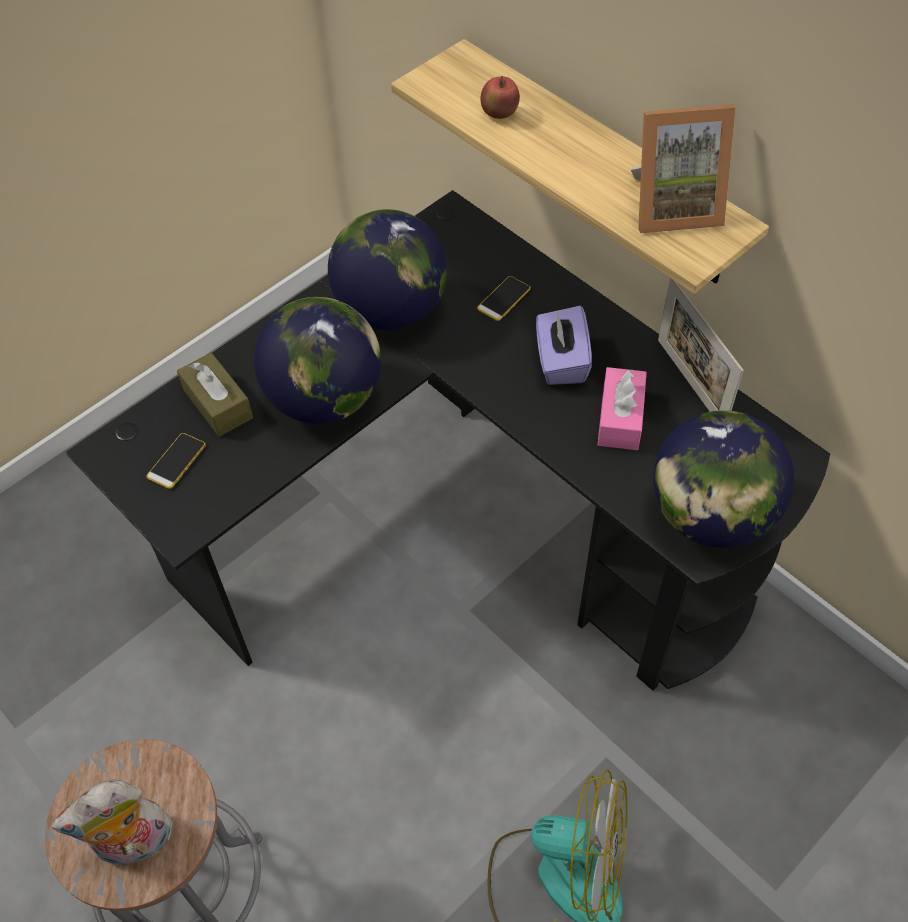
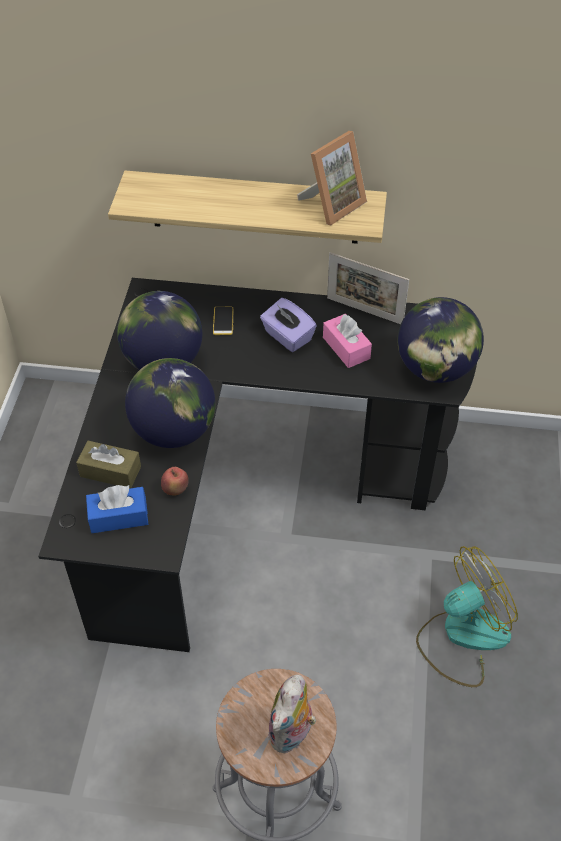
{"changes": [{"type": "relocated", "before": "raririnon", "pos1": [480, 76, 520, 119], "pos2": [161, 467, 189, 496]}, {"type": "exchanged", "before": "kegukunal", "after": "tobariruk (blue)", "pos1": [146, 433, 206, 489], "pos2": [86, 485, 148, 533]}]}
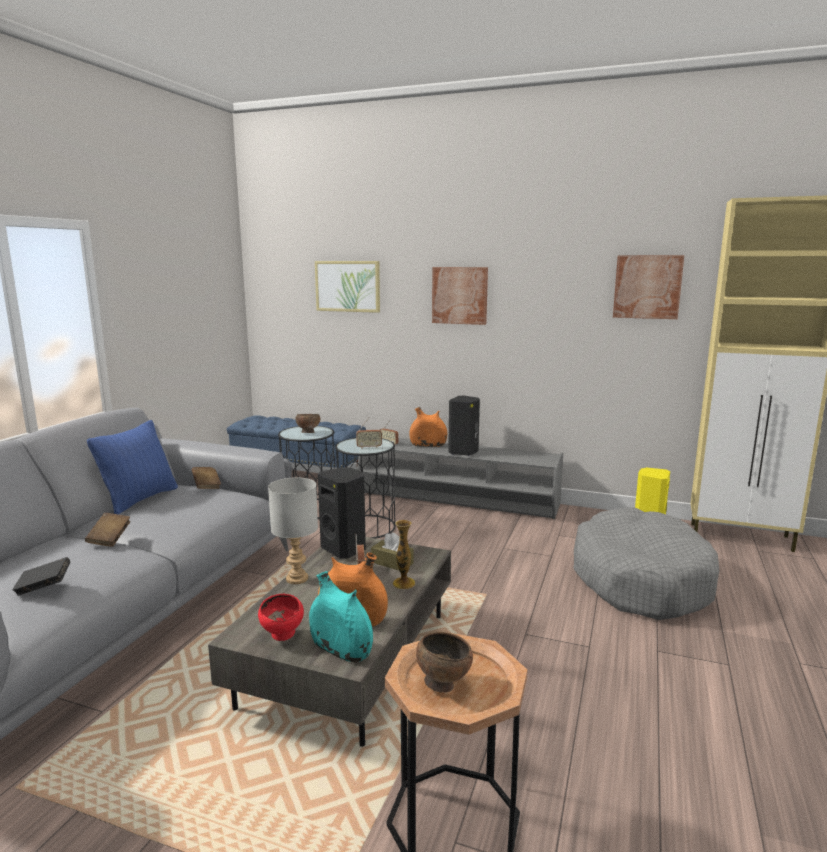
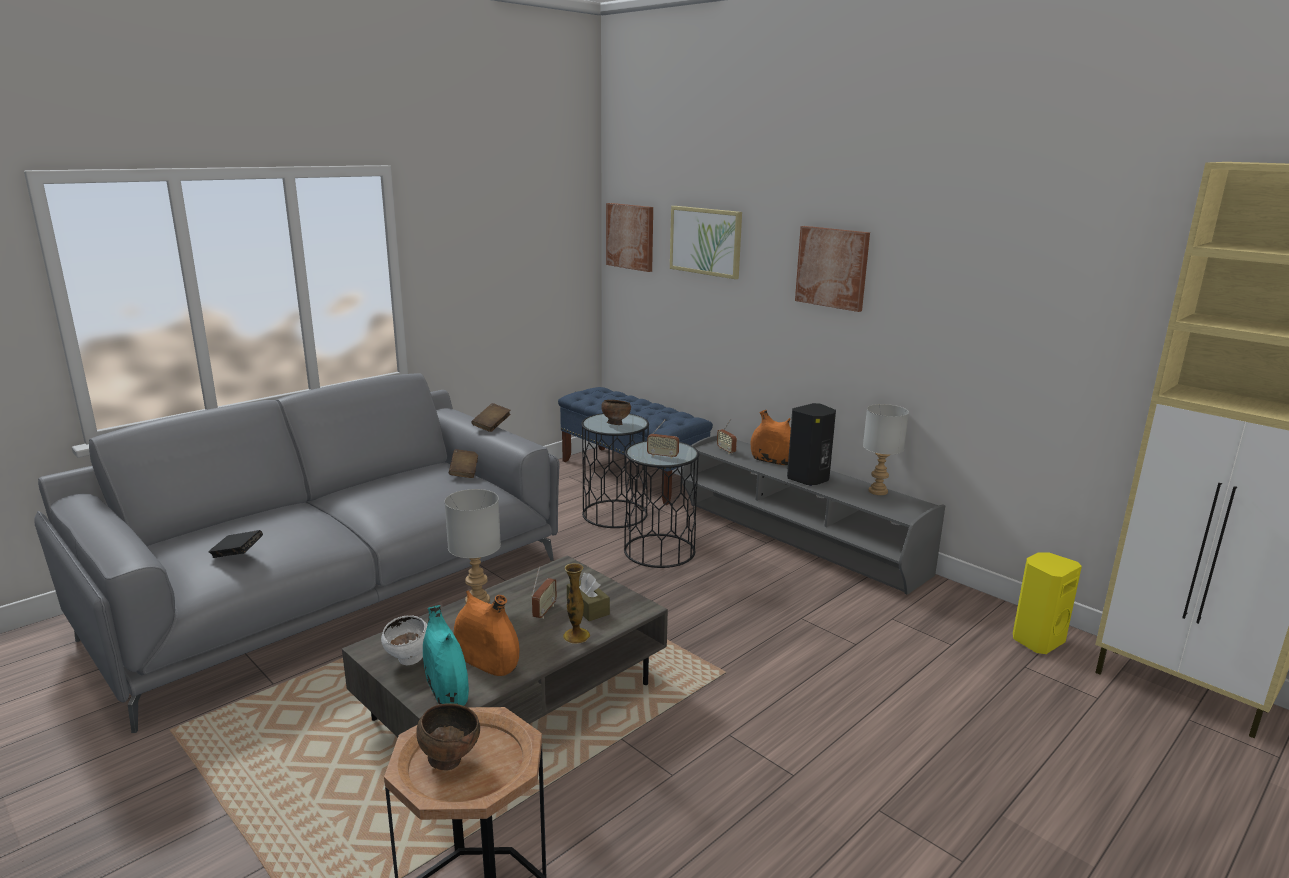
{"changes": [{"type": "relocated", "before": "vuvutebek", "pos1": [613, 255, 684, 319], "pos2": [606, 203, 653, 272]}, {"type": "missing", "before": "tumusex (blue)", "pos1": [87, 420, 178, 514]}, {"type": "missing", "before": "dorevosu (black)", "pos1": [318, 467, 366, 558]}, {"type": "missing", "before": "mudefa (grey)", "pos1": [573, 507, 719, 620]}, {"type": "relocated", "before": "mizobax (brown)", "pos1": [85, 513, 130, 547], "pos2": [471, 403, 511, 432]}, {"type": "colour", "before": "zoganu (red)", "after": "zoganu (white)", "pos1": [258, 594, 304, 641], "pos2": [381, 615, 427, 666]}, {"type": "appeared", "after": "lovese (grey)", "pos2": [863, 404, 909, 495]}]}
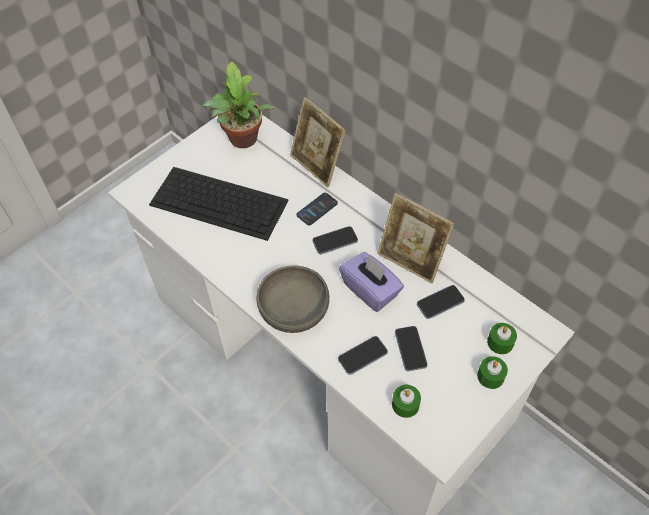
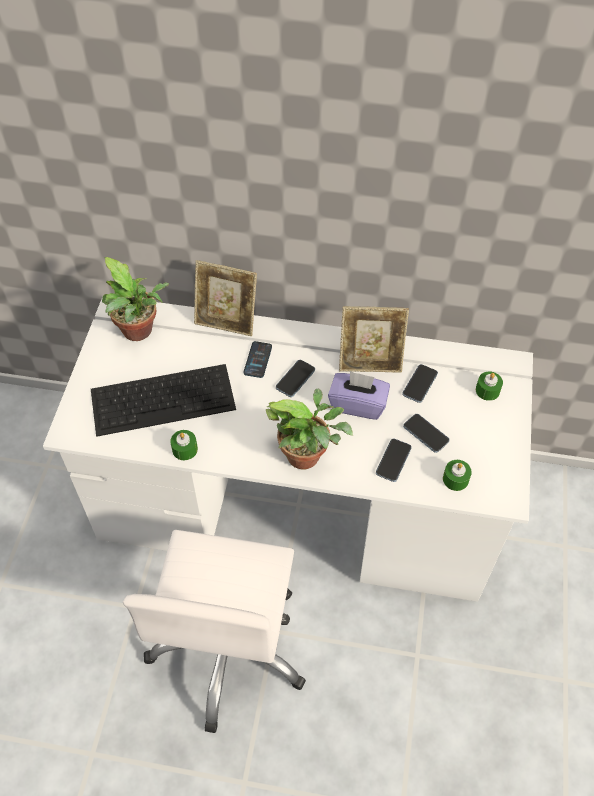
{"changes": [{"type": "exchanged", "before": "zoganu (grey)", "after": "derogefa", "pos1": [256, 266, 329, 333], "pos2": [266, 389, 353, 470]}, {"type": "relocated", "before": "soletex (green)", "pos1": [477, 356, 508, 389], "pos2": [170, 430, 198, 460]}, {"type": "appeared", "after": "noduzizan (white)", "pos2": [123, 530, 306, 733]}]}
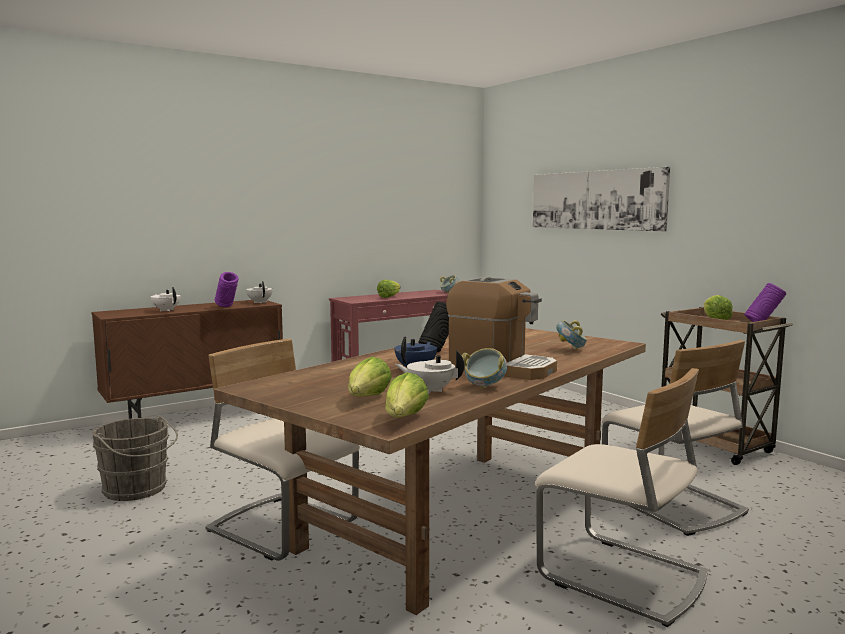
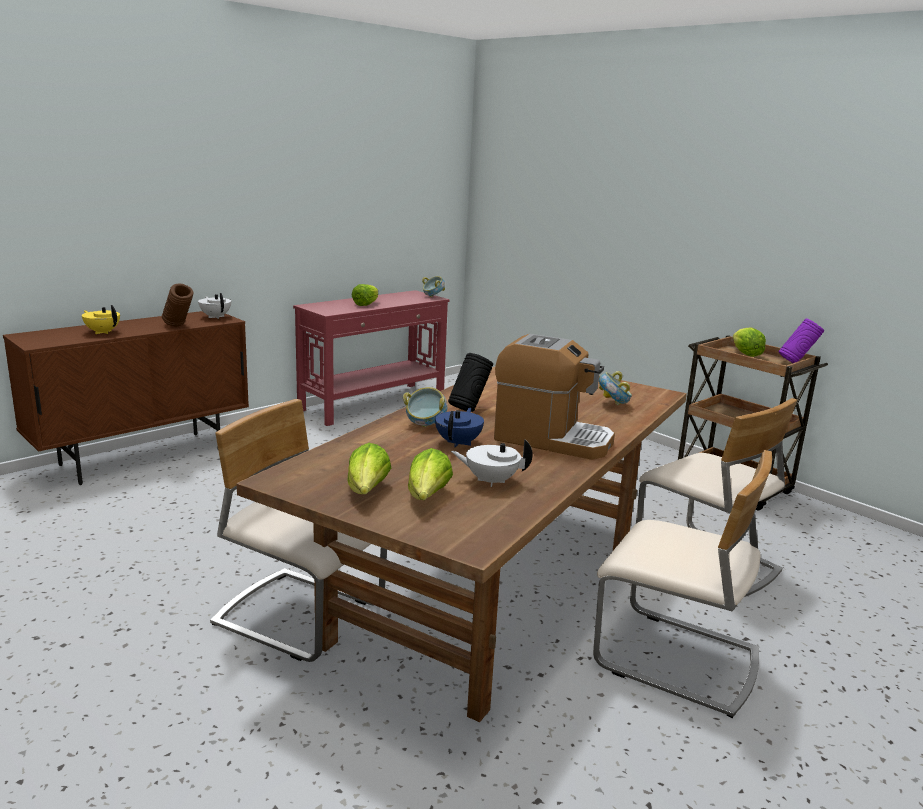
{"changes": [{"type": "missing", "before": "vuvutebek", "pos1": [533, 167, 670, 231]}, {"type": "colour", "before": "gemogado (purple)", "after": "gemogado (brown)", "pos1": [215, 272, 239, 307], "pos2": [162, 284, 193, 326]}, {"type": "colour", "before": "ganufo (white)", "after": "ganufo (yellow)", "pos1": [151, 287, 181, 311], "pos2": [82, 305, 120, 334]}, {"type": "relocated", "before": "zoganu", "pos1": [462, 348, 507, 388], "pos2": [403, 387, 448, 427]}, {"type": "relocated", "before": "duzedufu", "pos1": [385, 372, 429, 417], "pos2": [347, 443, 391, 494]}, {"type": "missing", "before": "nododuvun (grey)", "pos1": [93, 416, 178, 501]}]}
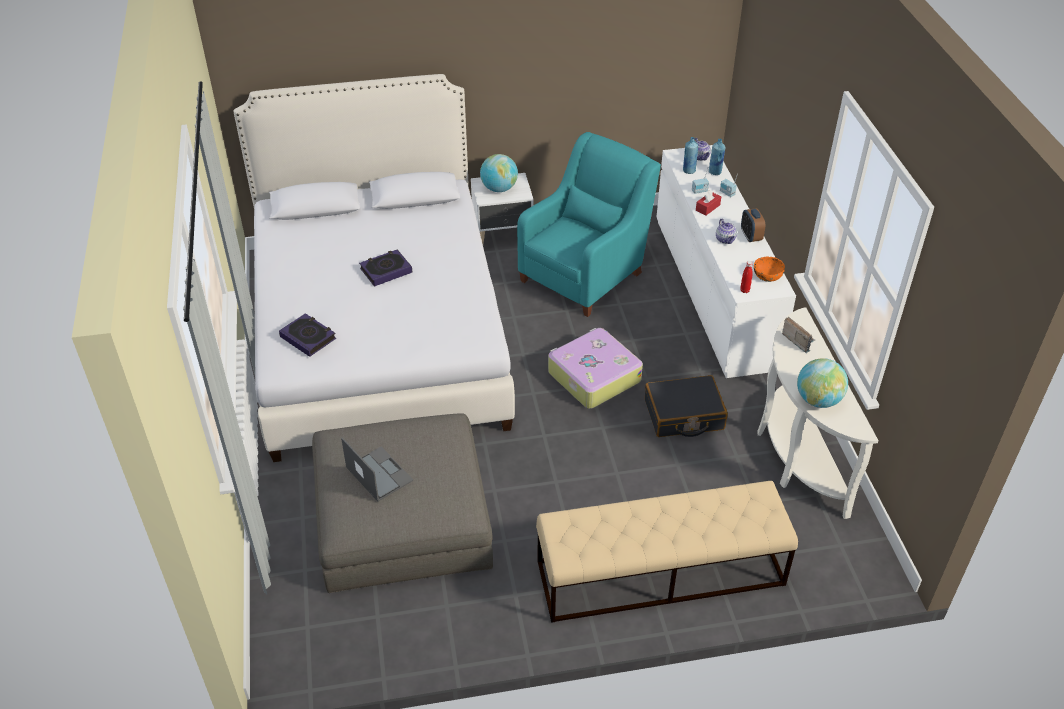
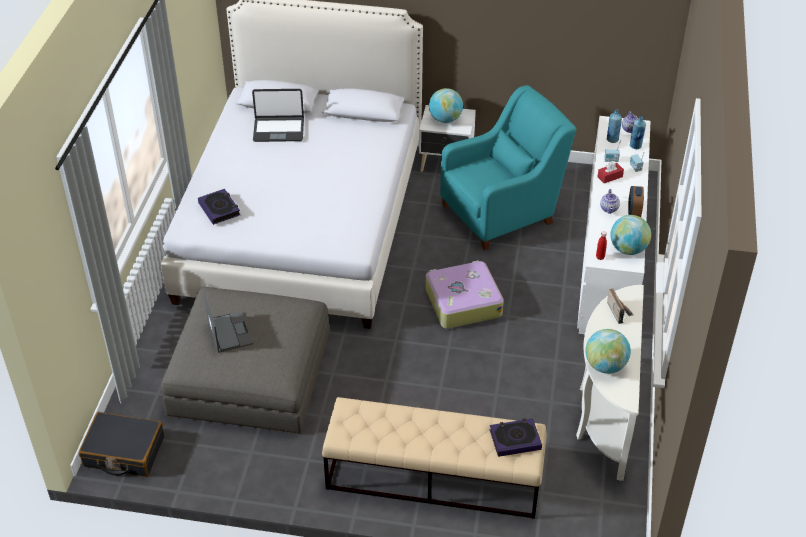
{"changes": [{"type": "relocated", "before": "mizobax", "pos1": [359, 249, 412, 287], "pos2": [489, 418, 542, 457]}, {"type": "exchanged", "before": "zoganu (orange)", "after": "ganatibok", "pos1": [754, 257, 785, 282], "pos2": [610, 215, 651, 255]}, {"type": "relocated", "before": "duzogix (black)", "pos1": [645, 375, 728, 437], "pos2": [79, 412, 165, 477]}, {"type": "appeared", "after": "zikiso", "pos2": [252, 89, 304, 142]}]}
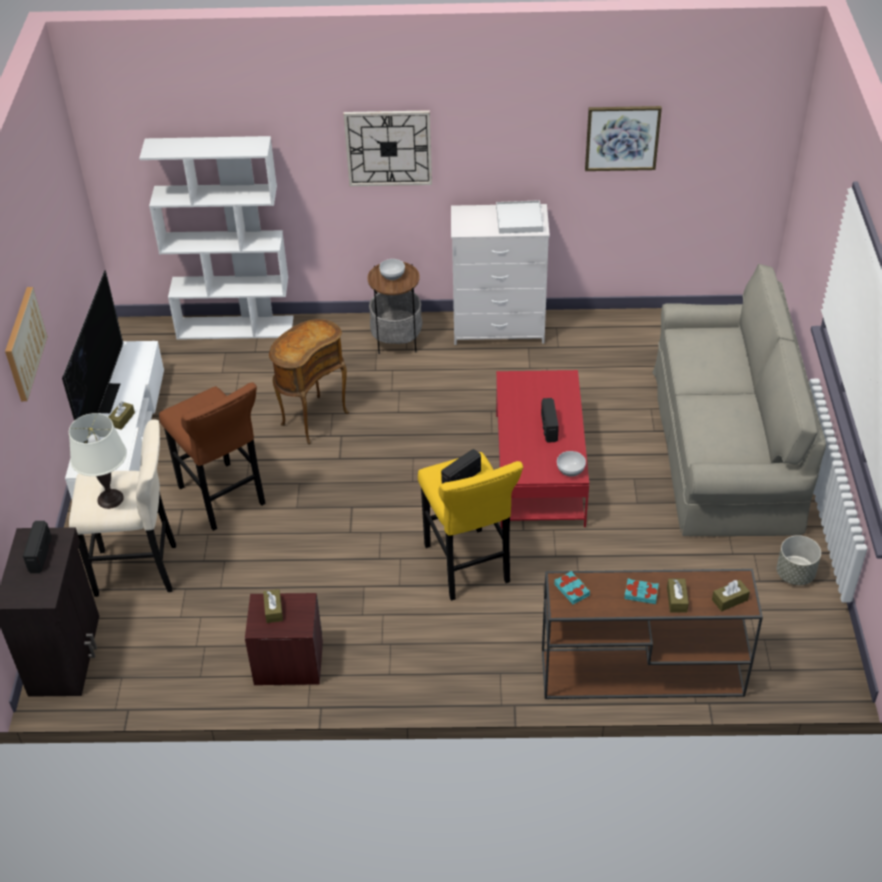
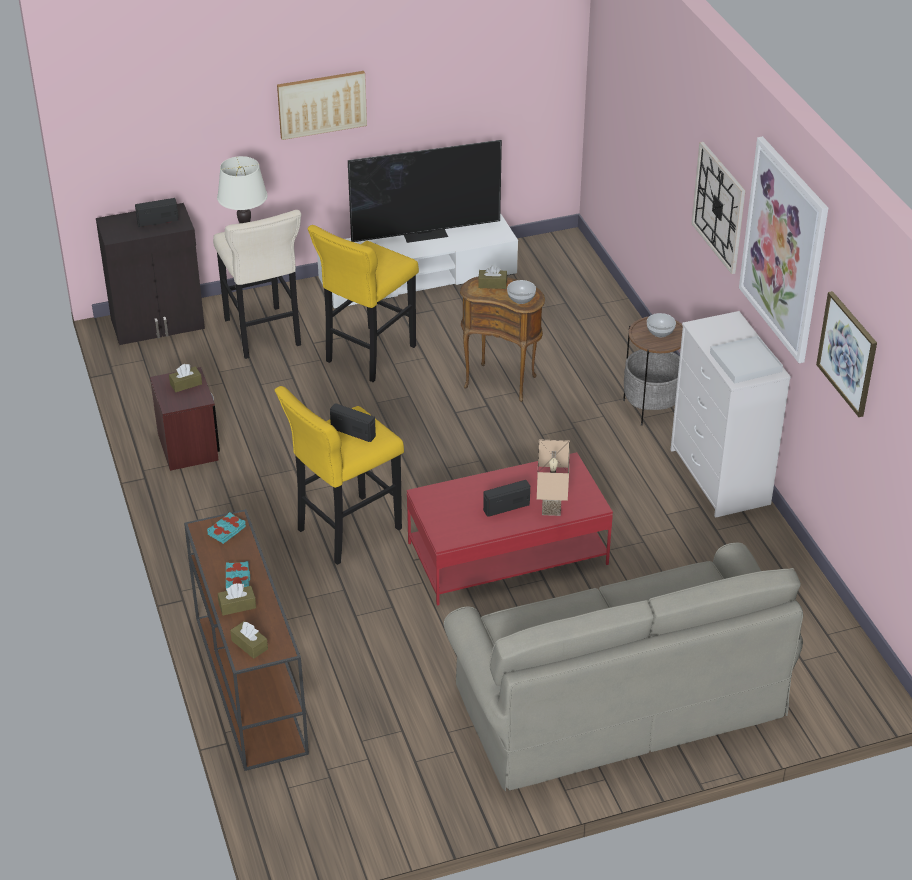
{"changes": [{"type": "missing", "before": "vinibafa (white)", "pos1": [139, 136, 293, 340]}, {"type": "colour", "before": "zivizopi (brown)", "after": "zivizopi (yellow)", "pos1": [159, 383, 266, 531], "pos2": [307, 225, 419, 382]}, {"type": "relocated", "before": "tobariruk (brown)", "pos1": [109, 402, 135, 430], "pos2": [478, 265, 507, 289]}, {"type": "relocated", "before": "zoganu", "pos1": [557, 451, 586, 476], "pos2": [507, 280, 536, 304]}, {"type": "missing", "before": "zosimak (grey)", "pos1": [777, 535, 821, 585]}, {"type": "appeared", "after": "vuvutebek", "pos2": [739, 136, 828, 363]}, {"type": "appeared", "after": "lovese (beige)", "pos2": [537, 439, 570, 516]}]}
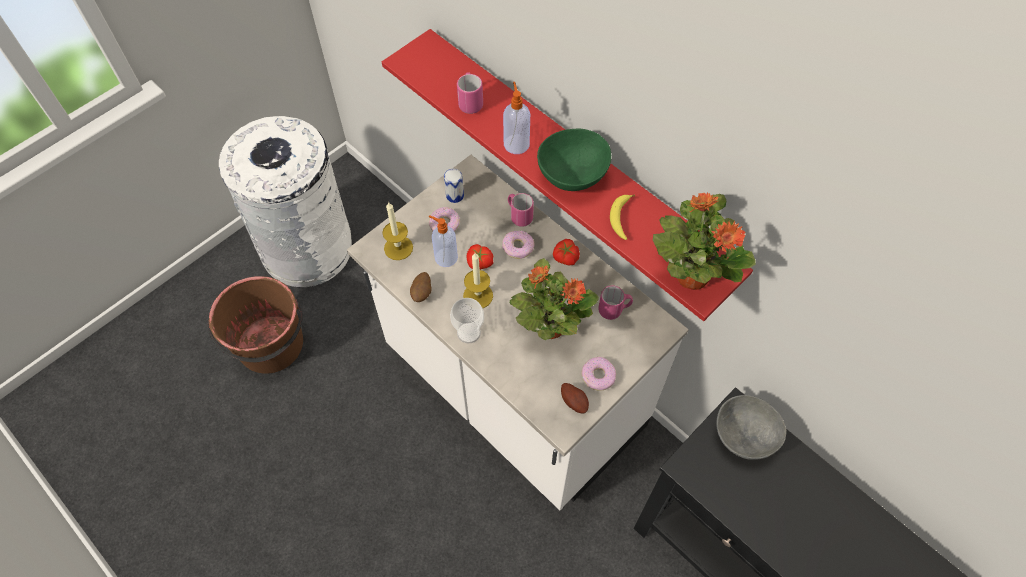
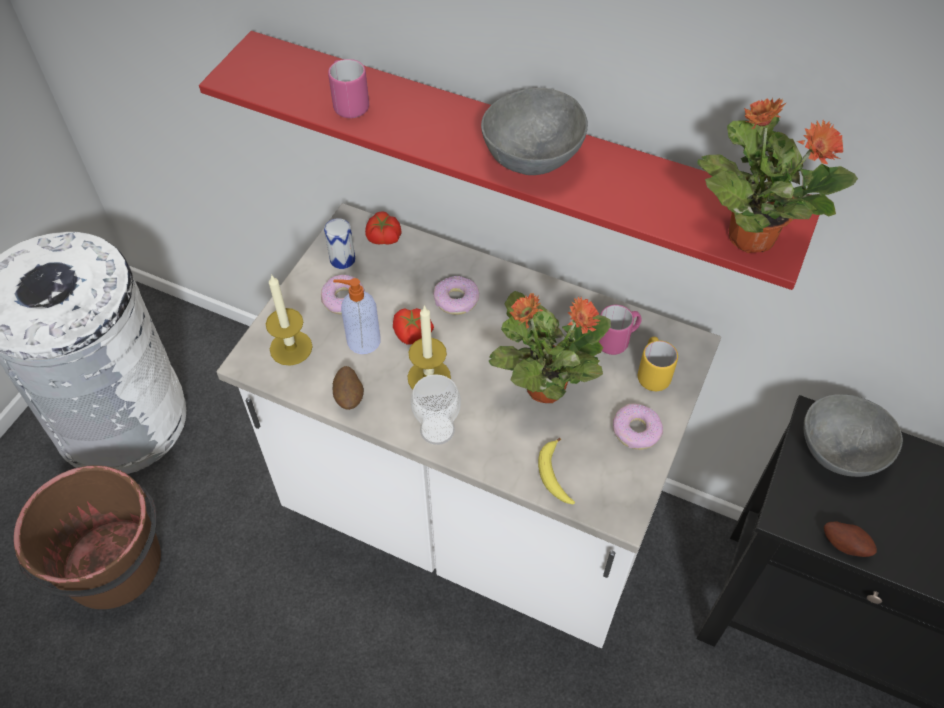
{"changes": [{"type": "missing", "before": "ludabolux", "pos1": [503, 82, 530, 154]}, {"type": "colour", "before": "zoganu (green)", "after": "zoganu (grey)", "pos1": [537, 129, 611, 191], "pos2": [481, 88, 588, 175]}, {"type": "missing", "before": "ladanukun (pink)", "pos1": [508, 193, 534, 227]}, {"type": "relocated", "before": "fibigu", "pos1": [610, 194, 635, 240], "pos2": [538, 438, 575, 504]}, {"type": "relocated", "before": "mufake", "pos1": [553, 239, 580, 266], "pos2": [365, 211, 402, 245]}, {"type": "relocated", "before": "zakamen", "pos1": [561, 383, 589, 413], "pos2": [824, 521, 877, 557]}, {"type": "appeared", "after": "ladanukun (yellow)", "pos2": [638, 337, 678, 391]}]}
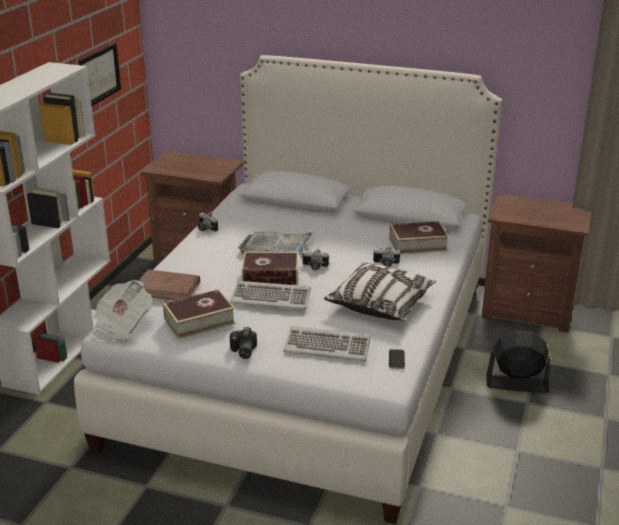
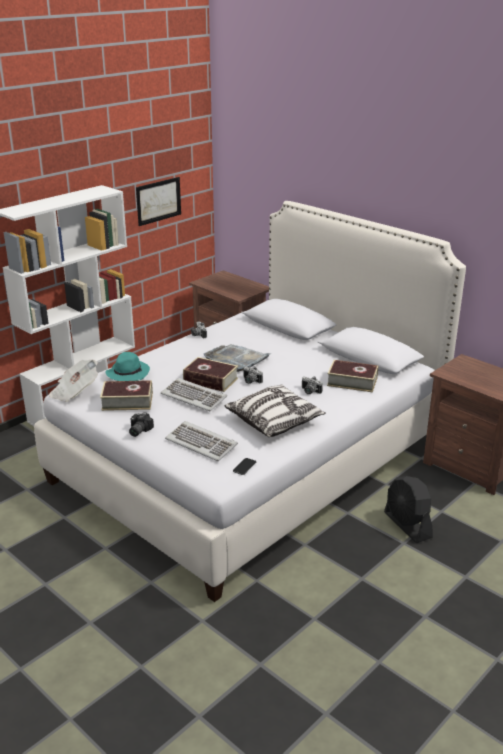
{"changes": [{"type": "exchanged", "before": "mizobax (brown)", "after": "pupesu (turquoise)", "pos1": [139, 269, 200, 300], "pos2": [105, 352, 150, 381]}, {"type": "spun", "before": "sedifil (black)", "pos1": [486, 330, 550, 393], "pos2": [384, 476, 432, 543], "turn": -150}]}
